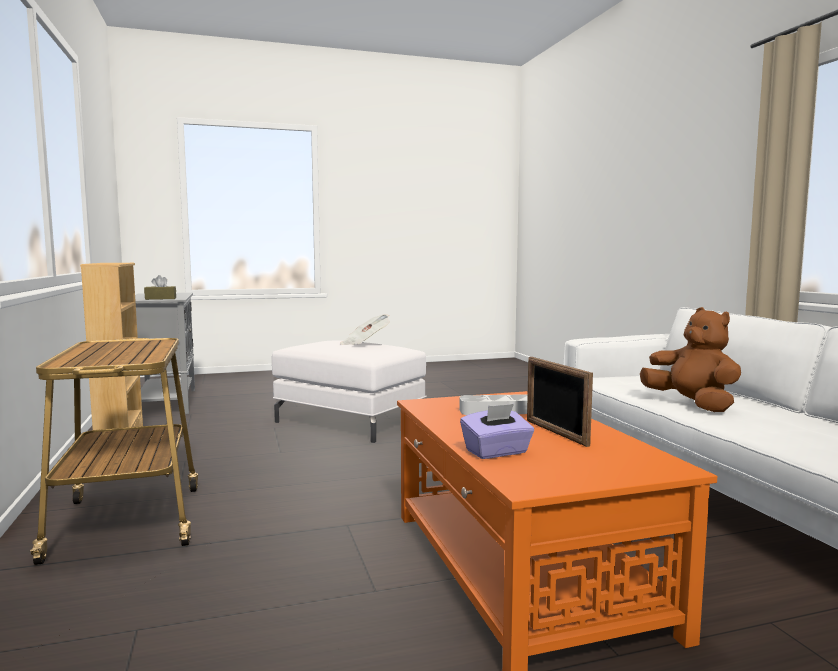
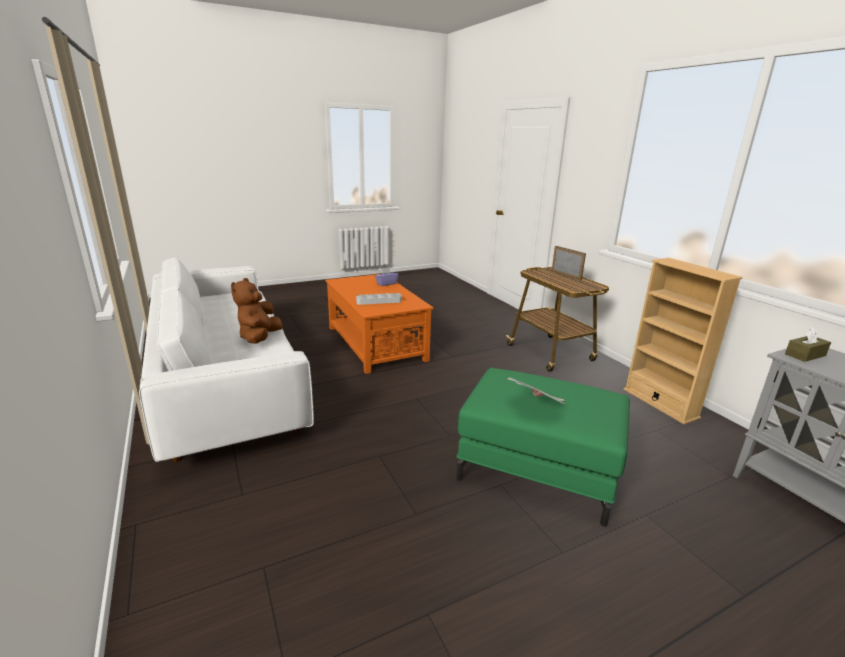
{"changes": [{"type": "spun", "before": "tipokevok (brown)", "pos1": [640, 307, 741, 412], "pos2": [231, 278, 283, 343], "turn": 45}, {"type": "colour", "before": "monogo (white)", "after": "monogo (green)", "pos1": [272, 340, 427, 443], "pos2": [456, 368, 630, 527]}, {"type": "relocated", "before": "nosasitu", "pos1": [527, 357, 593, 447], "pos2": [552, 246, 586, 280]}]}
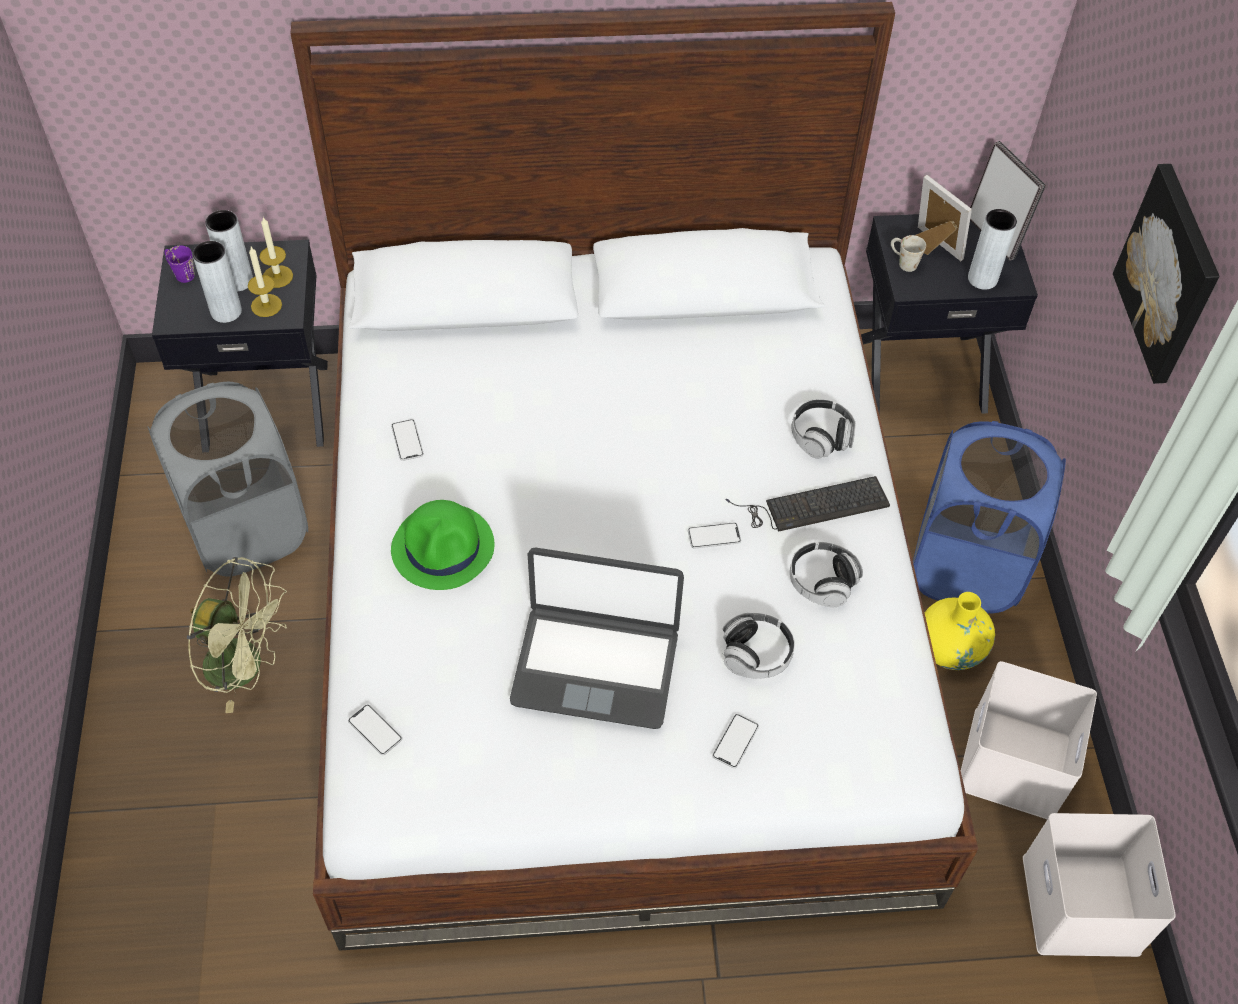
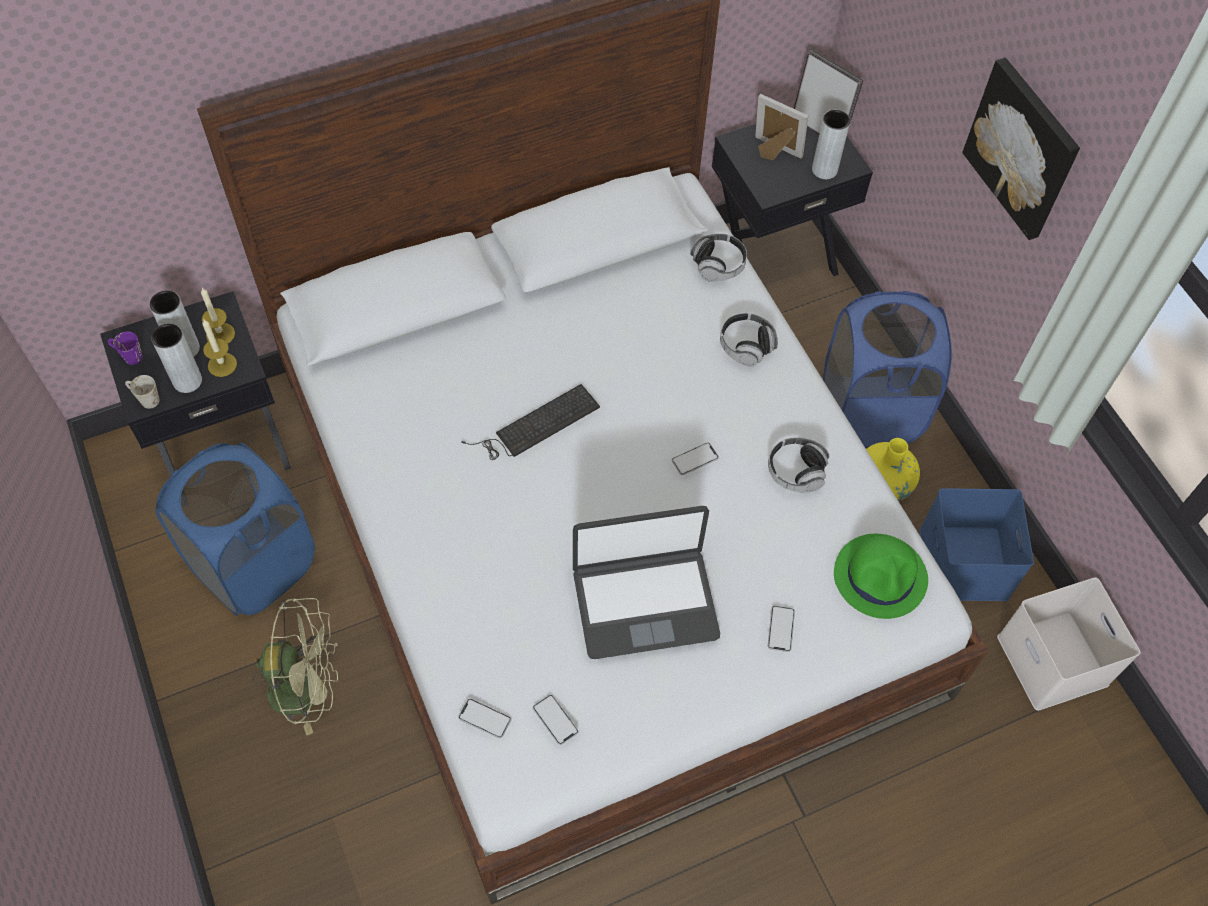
{"changes": [{"type": "relocated", "before": "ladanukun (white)", "pos1": [891, 235, 926, 272], "pos2": [125, 375, 160, 409]}, {"type": "colour", "before": "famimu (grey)", "after": "famimu (blue)", "pos1": [147, 382, 308, 577], "pos2": [155, 442, 315, 616]}, {"type": "relocated", "before": "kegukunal", "pos1": [391, 419, 424, 461], "pos2": [533, 695, 578, 745]}, {"type": "relocated", "before": "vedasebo", "pos1": [725, 476, 890, 532], "pos2": [462, 384, 600, 460]}, {"type": "relocated", "before": "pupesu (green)", "pos1": [391, 500, 494, 590], "pos2": [834, 534, 928, 619]}, {"type": "relocated", "before": "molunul", "pos1": [722, 612, 795, 679], "pos2": [690, 233, 747, 282]}, {"type": "colour", "before": "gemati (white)", "after": "gemati (blue)", "pos1": [961, 661, 1097, 819], "pos2": [919, 488, 1034, 601]}]}
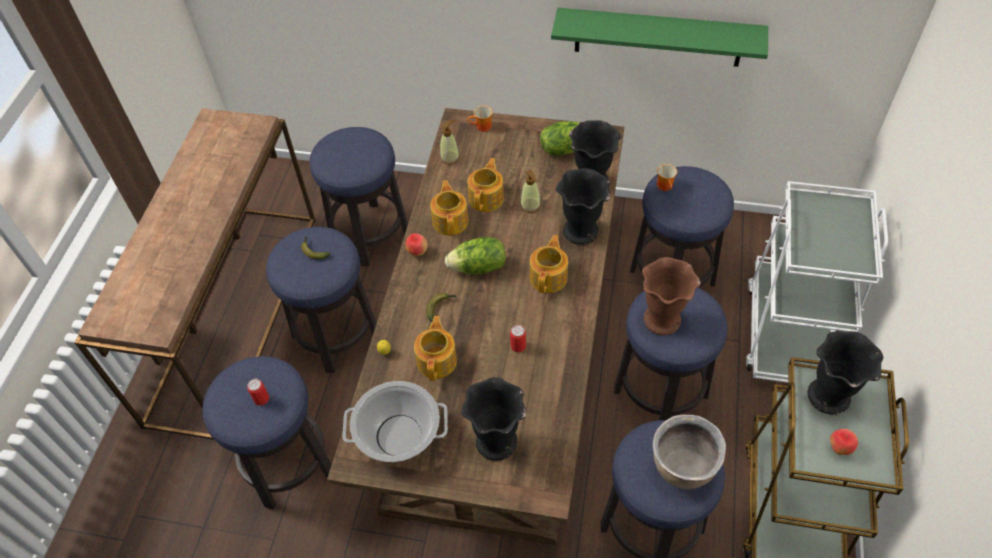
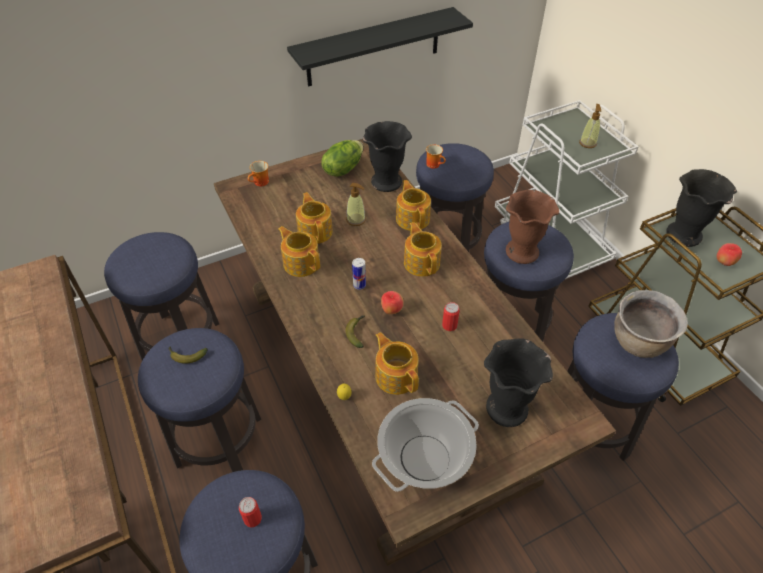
{"changes": [{"type": "colour", "before": "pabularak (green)", "after": "pabularak (black)", "pos1": [551, 8, 768, 67], "pos2": [287, 7, 473, 87]}, {"type": "relocated", "before": "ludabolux", "pos1": [440, 120, 460, 165], "pos2": [579, 104, 601, 148]}, {"type": "exchanged", "before": "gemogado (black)", "after": "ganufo", "pos1": [556, 168, 610, 245], "pos2": [396, 180, 431, 231]}, {"type": "relocated", "before": "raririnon", "pos1": [405, 233, 428, 256], "pos2": [381, 291, 404, 314]}, {"type": "exchanged", "before": "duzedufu", "after": "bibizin", "pos1": [445, 237, 506, 274], "pos2": [352, 258, 366, 290]}]}
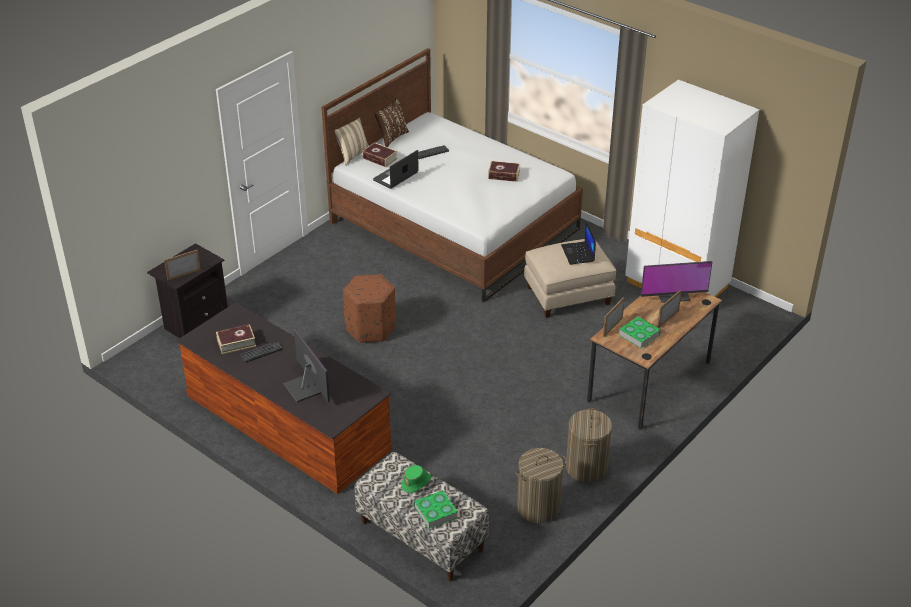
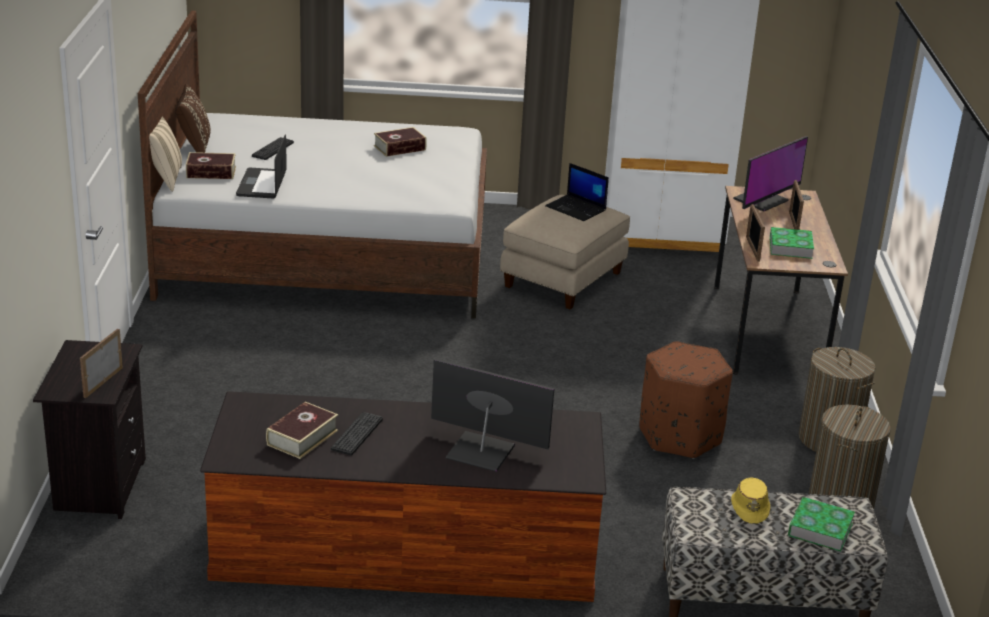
{"changes": [{"type": "relocated", "before": "monogo (brown)", "pos1": [343, 274, 396, 343], "pos2": [640, 341, 733, 459]}, {"type": "colour", "before": "pupesu (green)", "after": "pupesu (yellow)", "pos1": [402, 465, 431, 493], "pos2": [731, 477, 770, 524]}]}
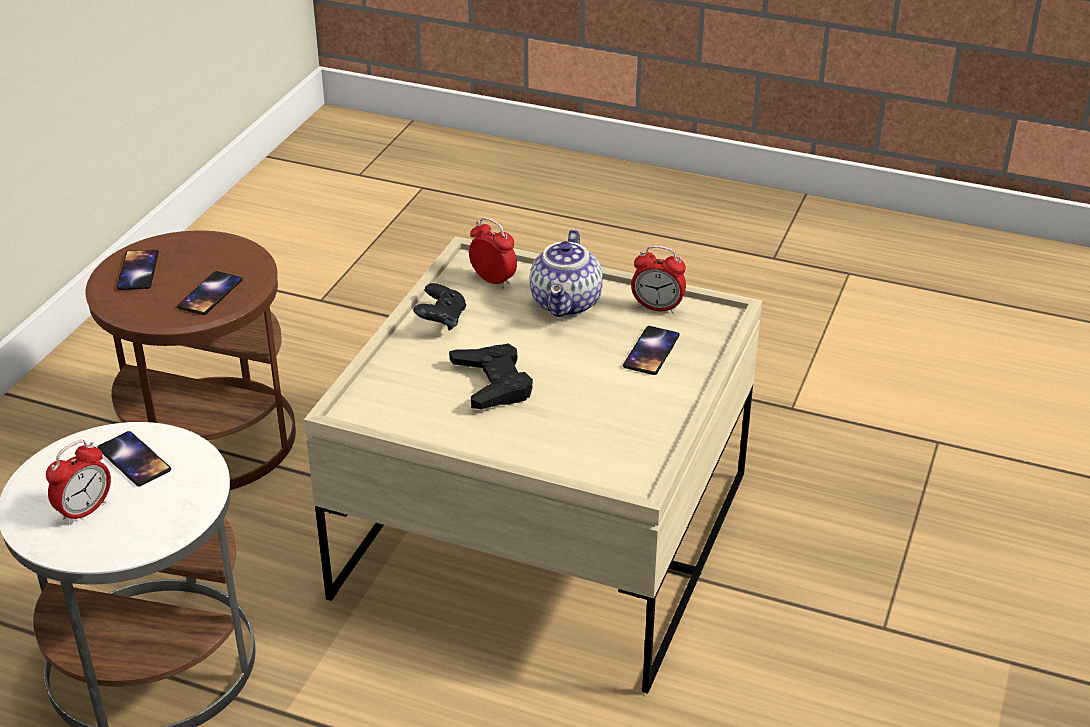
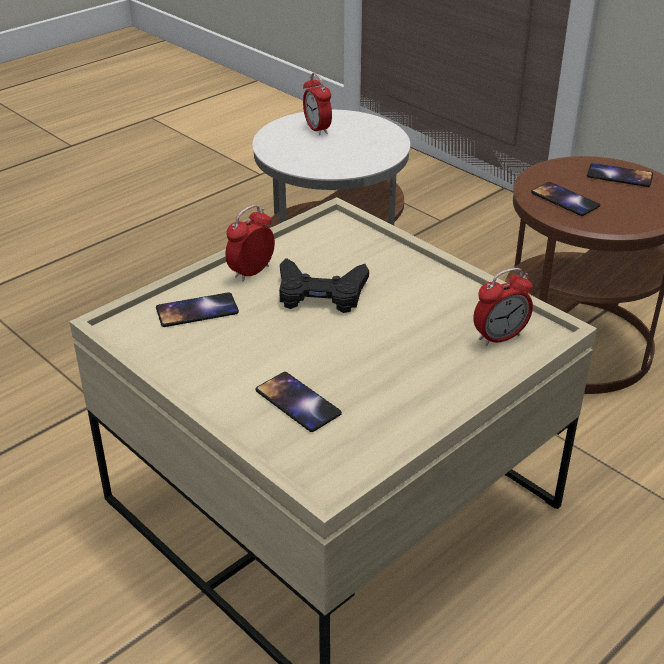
{"changes": [{"type": "missing", "before": "ganufo", "pos1": [530, 229, 603, 317]}, {"type": "relocated", "before": "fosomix", "pos1": [631, 245, 686, 313], "pos2": [225, 205, 275, 281]}, {"type": "missing", "before": "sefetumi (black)", "pos1": [413, 283, 466, 331]}, {"type": "relocated", "before": "kegukunal", "pos1": [97, 431, 171, 487], "pos2": [156, 292, 239, 327]}]}
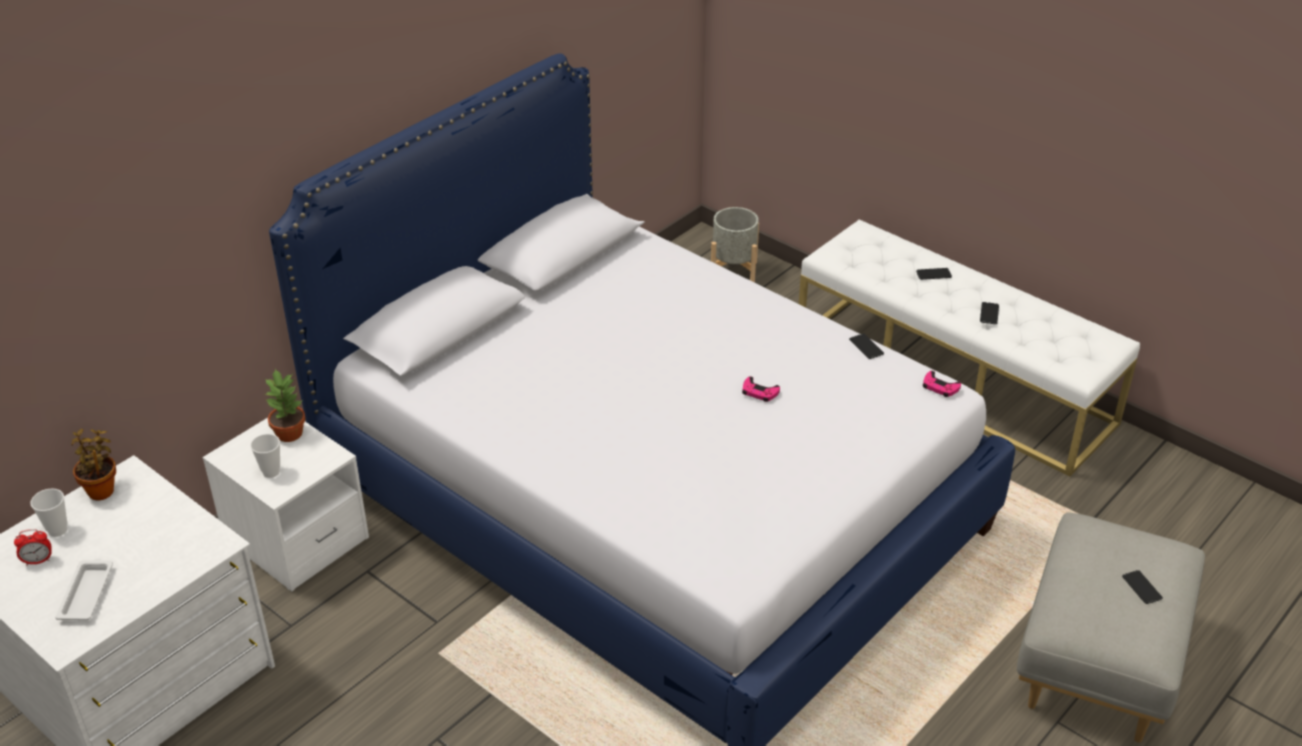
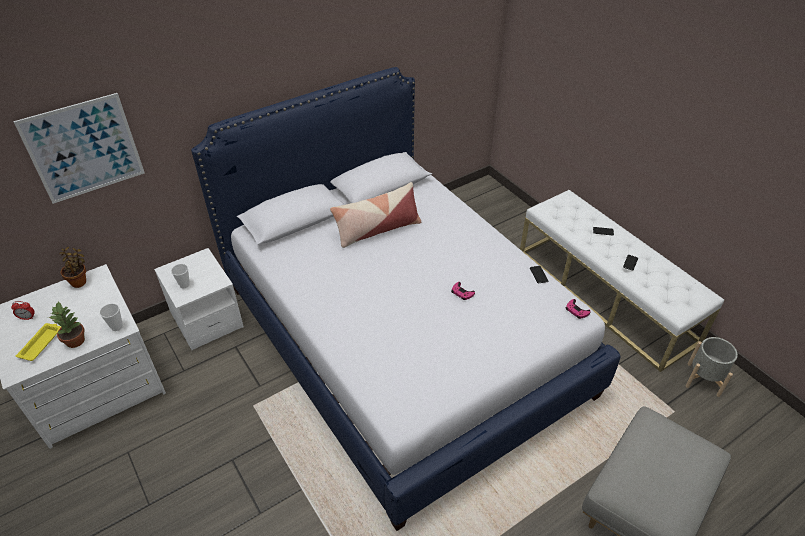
{"changes": [{"type": "relocated", "before": "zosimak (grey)", "pos1": [711, 207, 759, 283], "pos2": [685, 337, 738, 397]}, {"type": "relocated", "before": "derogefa", "pos1": [265, 369, 306, 442], "pos2": [48, 301, 85, 348]}, {"type": "relocated", "before": "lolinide", "pos1": [30, 489, 67, 537], "pos2": [99, 303, 123, 331]}, {"type": "colour", "before": "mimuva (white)", "after": "mimuva (yellow)", "pos1": [55, 559, 113, 620], "pos2": [16, 323, 61, 361]}, {"type": "missing", "before": "kegukunal", "pos1": [1122, 570, 1163, 604]}, {"type": "appeared", "after": "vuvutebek", "pos2": [13, 93, 145, 204]}, {"type": "appeared", "after": "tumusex", "pos2": [330, 182, 421, 248]}]}
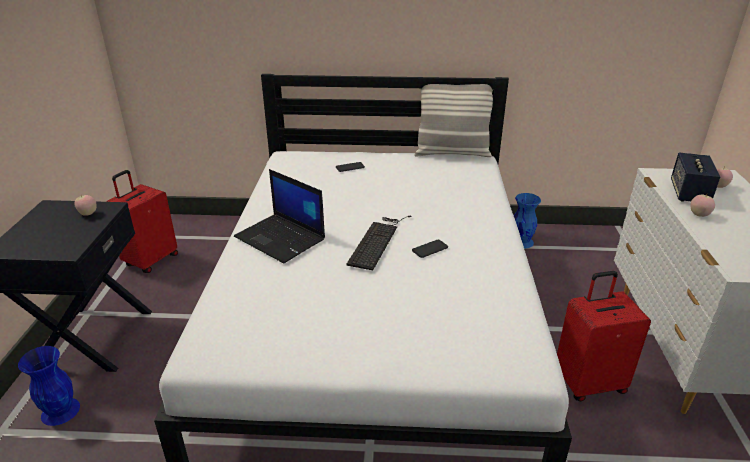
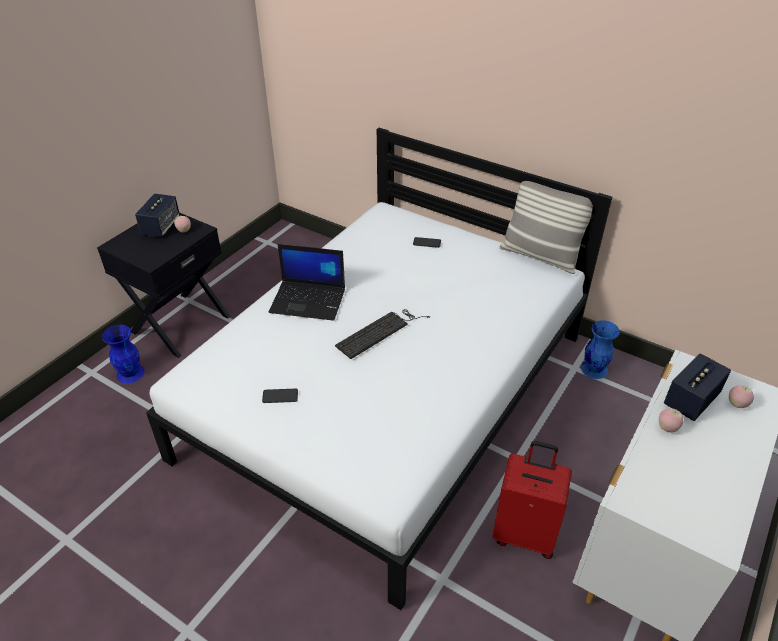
{"changes": [{"type": "spun", "before": "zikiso", "pos1": [234, 169, 325, 263], "pos2": [269, 244, 345, 321], "turn": -60}, {"type": "missing", "before": "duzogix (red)", "pos1": [106, 170, 178, 273]}, {"type": "relocated", "before": "kegukunal", "pos1": [412, 240, 448, 258], "pos2": [262, 388, 298, 403]}, {"type": "appeared", "after": "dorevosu", "pos2": [135, 194, 180, 237]}]}
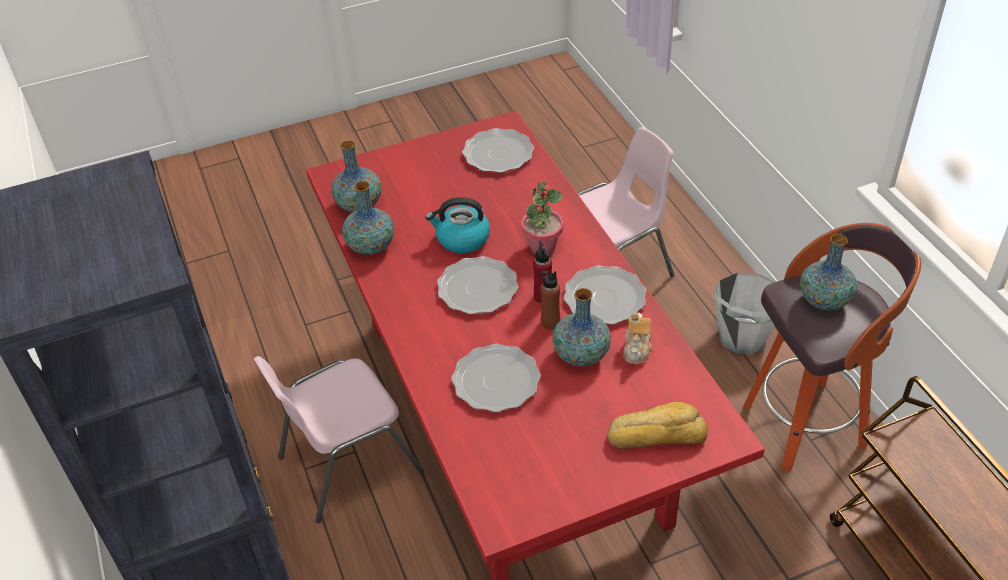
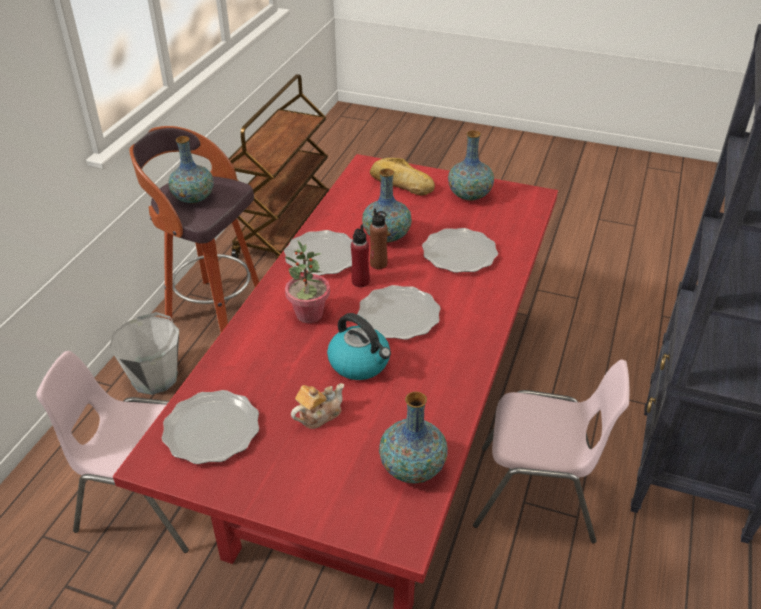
{"changes": [{"type": "relocated", "before": "gemogado", "pos1": [342, 181, 394, 255], "pos2": [448, 131, 494, 201]}, {"type": "relocated", "before": "ganufo", "pos1": [623, 313, 652, 365], "pos2": [291, 383, 344, 429]}]}
